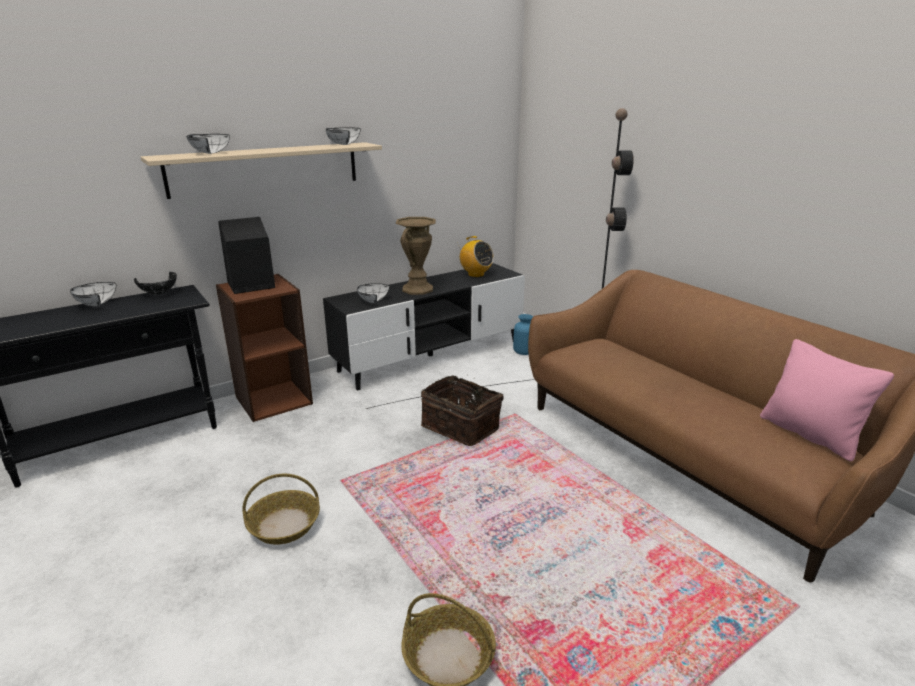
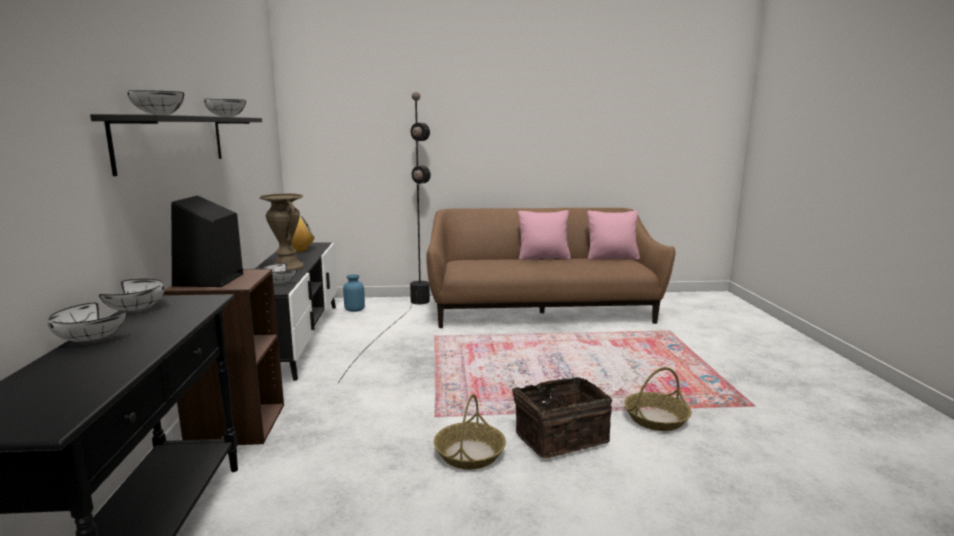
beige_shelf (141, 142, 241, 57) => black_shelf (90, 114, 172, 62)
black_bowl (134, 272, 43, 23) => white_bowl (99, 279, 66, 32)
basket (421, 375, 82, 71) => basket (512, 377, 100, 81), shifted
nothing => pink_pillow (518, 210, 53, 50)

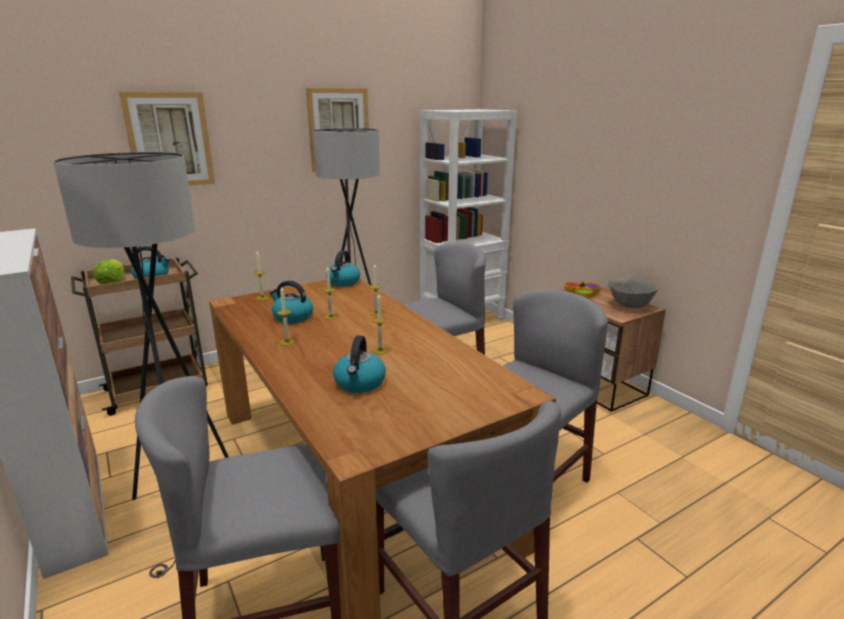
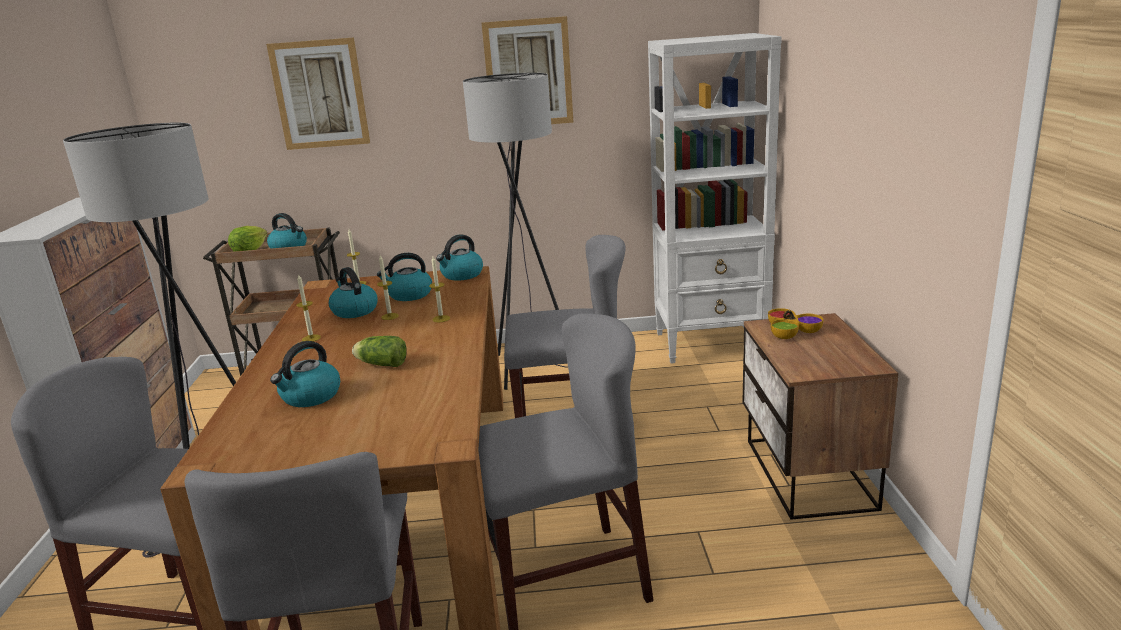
candle (372, 294, 17, 60) => lettuce (352, 336, 55, 31)
nothing => kettle (377, 253, 55, 48)
grey_bowl (608, 278, 51, 30) => nothing

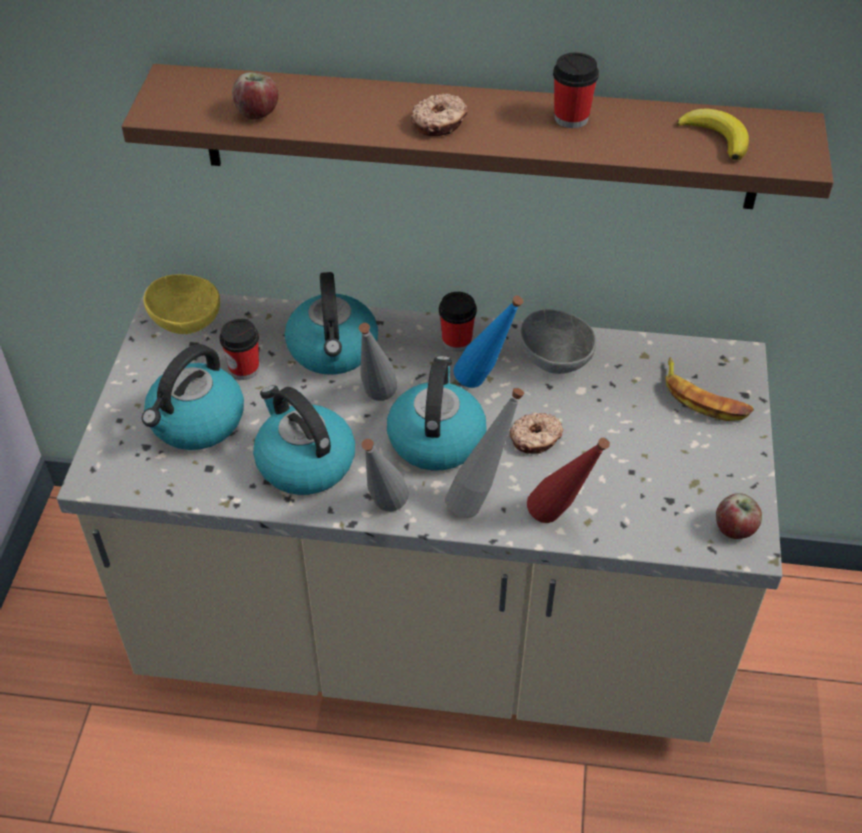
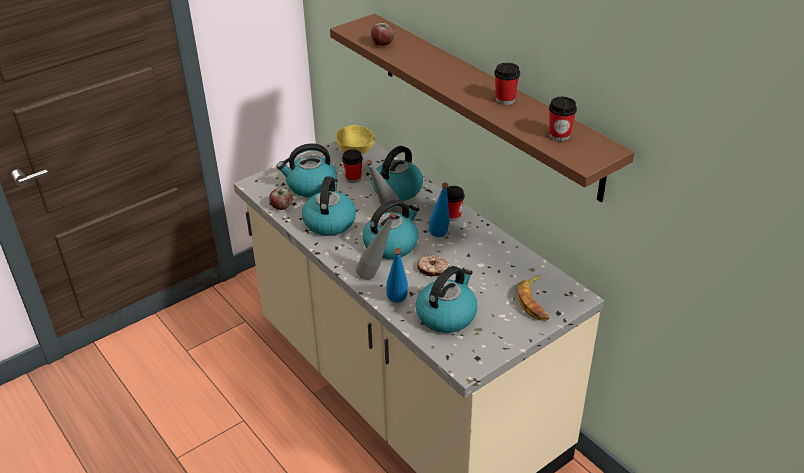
apple (716, 493, 46, 46) => apple (269, 188, 23, 22), shifted
red_bottle (527, 438, 83, 85) => blue_bottle (386, 248, 22, 55)
nothing => kettle (416, 266, 62, 67)
banana (676, 109, 73, 51) => cup (549, 97, 28, 44)
grey_bottle (362, 439, 47, 73) => nothing
donut (410, 94, 58, 42) => nothing
grey_bowl (519, 309, 77, 65) => nothing

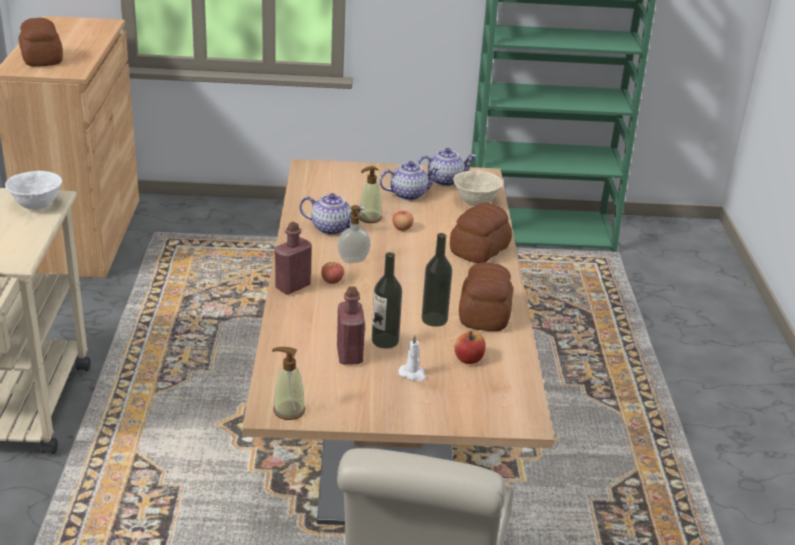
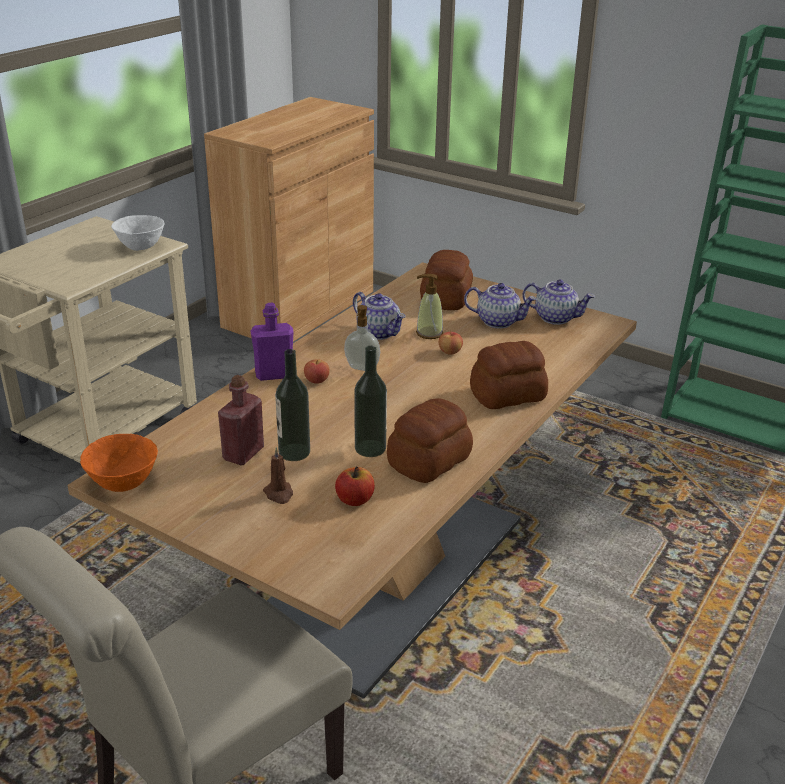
soap_dispenser (272, 347, 33, 73) => orange_bowl (80, 434, 78, 58)
red_bottle (274, 222, 38, 73) => purple_bottle (250, 303, 44, 78)
white_candle (399, 335, 27, 46) => brown_candle (263, 447, 30, 57)
bread (19, 18, 44, 49) => bread (420, 250, 53, 60), shifted
beige_bowl (453, 170, 50, 36) => nothing

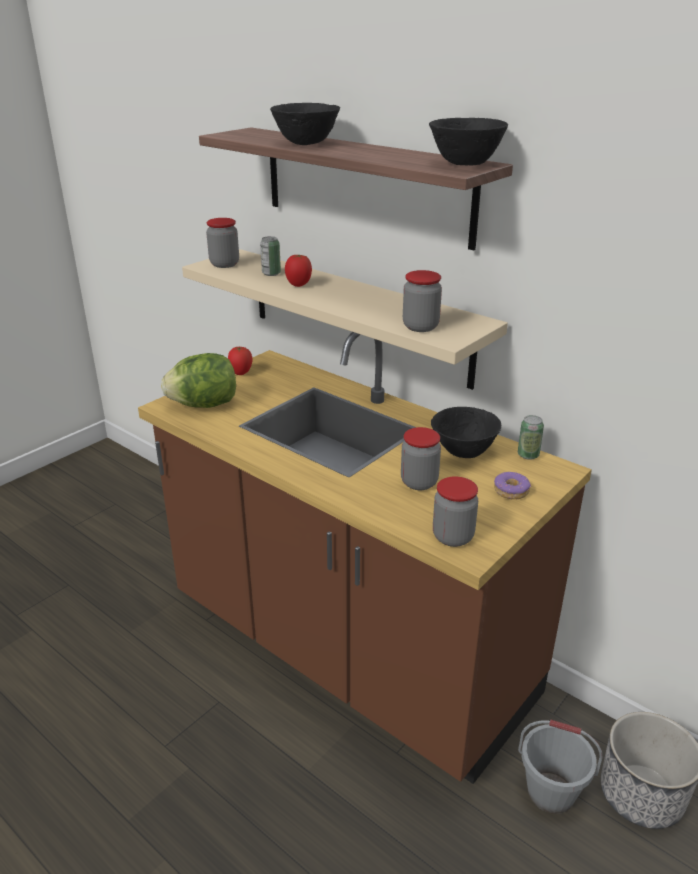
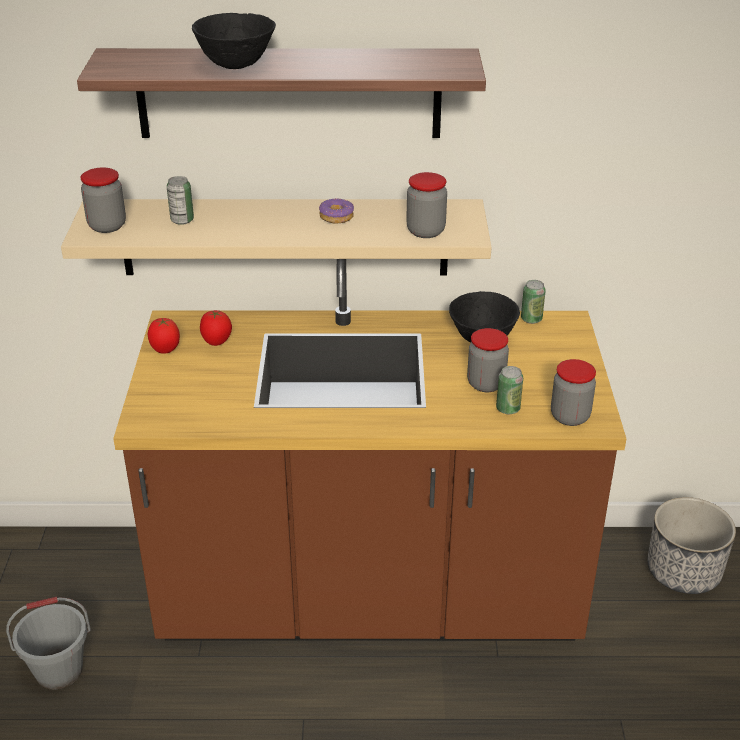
grey_bucket (518, 719, 85, 95) => grey_bucket (6, 597, 85, 93), shifted
tomato (285, 255, 27, 32) => tomato (200, 310, 32, 36), shifted
donut (494, 472, 37, 27) => donut (319, 198, 35, 26), shifted
nothing => can (496, 366, 27, 48)
lettuce (161, 353, 75, 55) => nothing
black_bowl (429, 118, 79, 47) => nothing

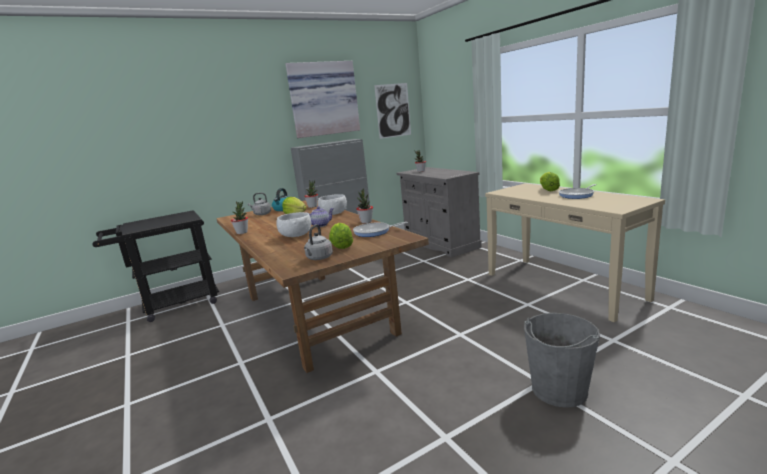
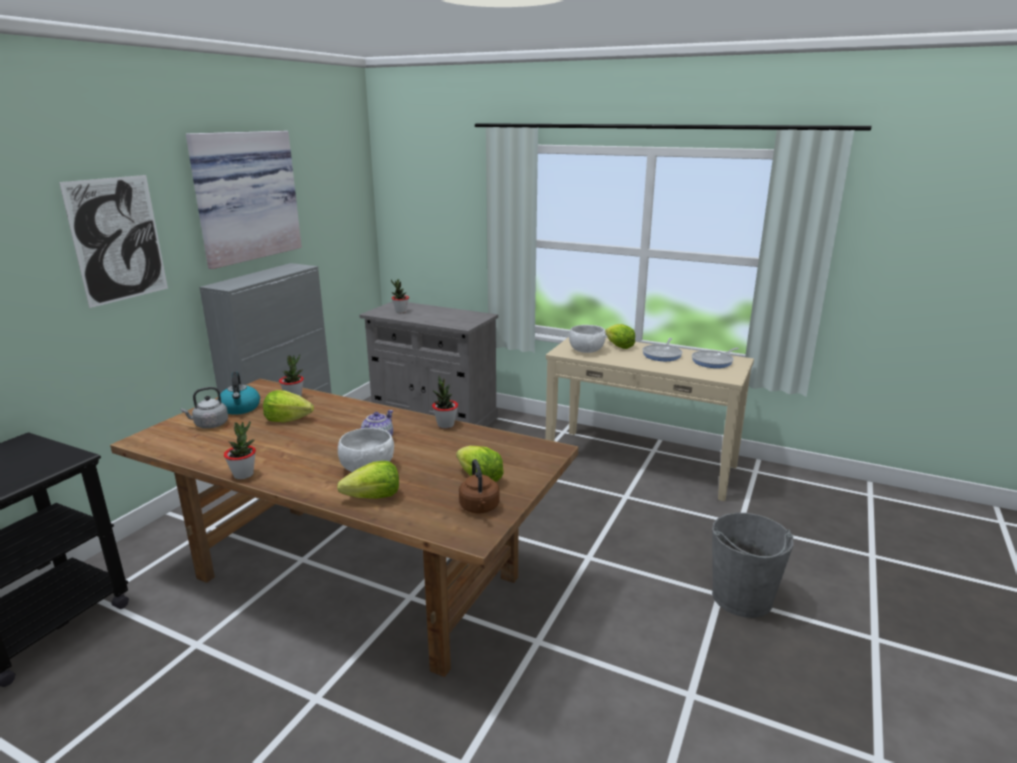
picture (374, 83, 37, 56) => picture (59, 175, 109, 133), shifted
nothing => lettuce (337, 461, 62, 38)
grey_kettle (304, 224, 29, 36) => brown_kettle (459, 459, 41, 55)
white_bowl (318, 194, 29, 21) => white_bowl (569, 325, 37, 28), shifted
frying_pan (353, 222, 55, 15) => frying_pan (692, 347, 47, 21), shifted

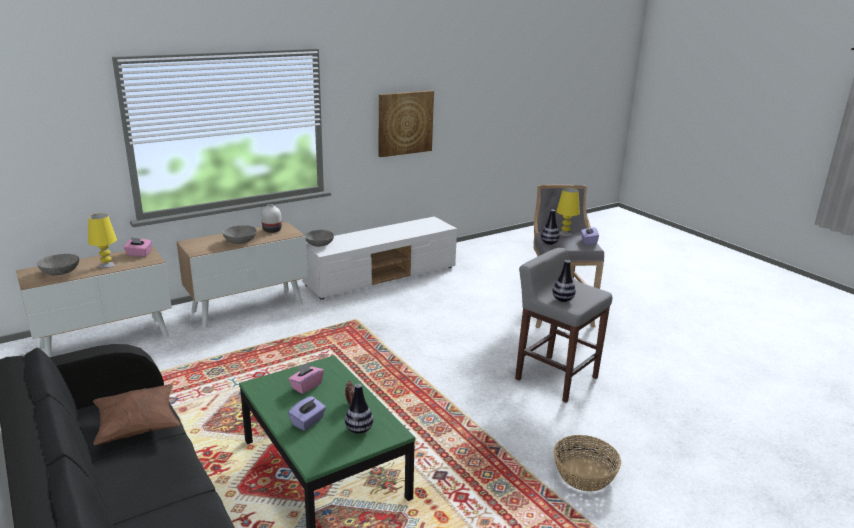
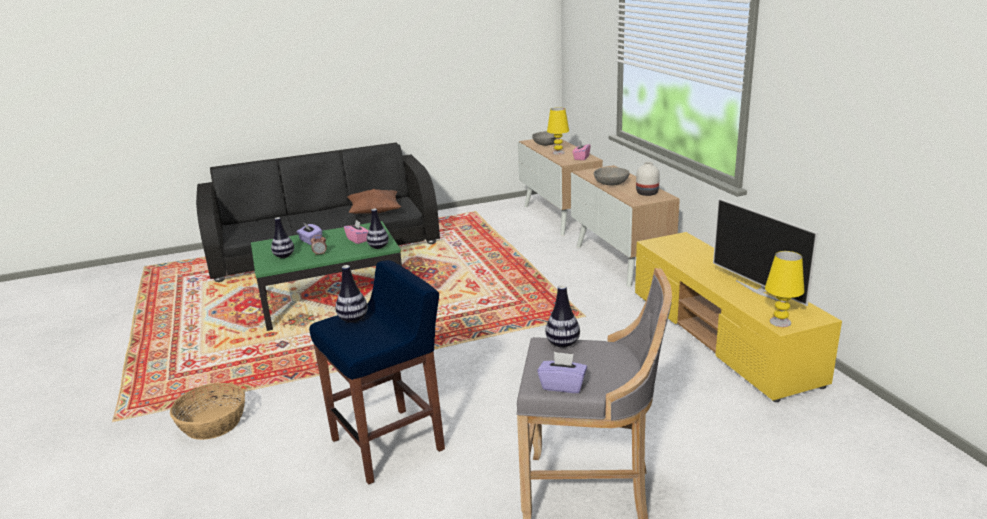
grey_stool (515, 248, 97, 155) => blue_stool (309, 260, 136, 224)
nothing => vase (367, 209, 22, 40)
white_tv_stand (303, 216, 154, 83) => yellow_tv_stand (635, 232, 207, 170)
nothing => television (713, 198, 105, 108)
yellow_table_lamp (556, 188, 24, 48) => yellow_table_lamp (765, 251, 39, 76), shifted
grey_bowl (305, 230, 29, 17) => nothing
picture (378, 91, 56, 66) => nothing

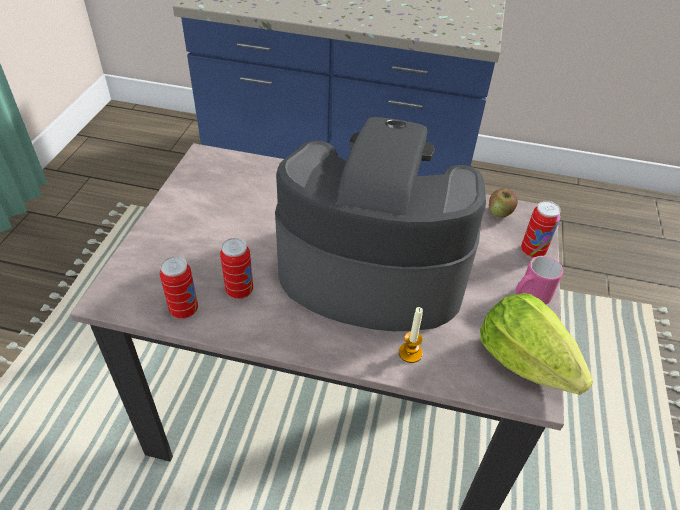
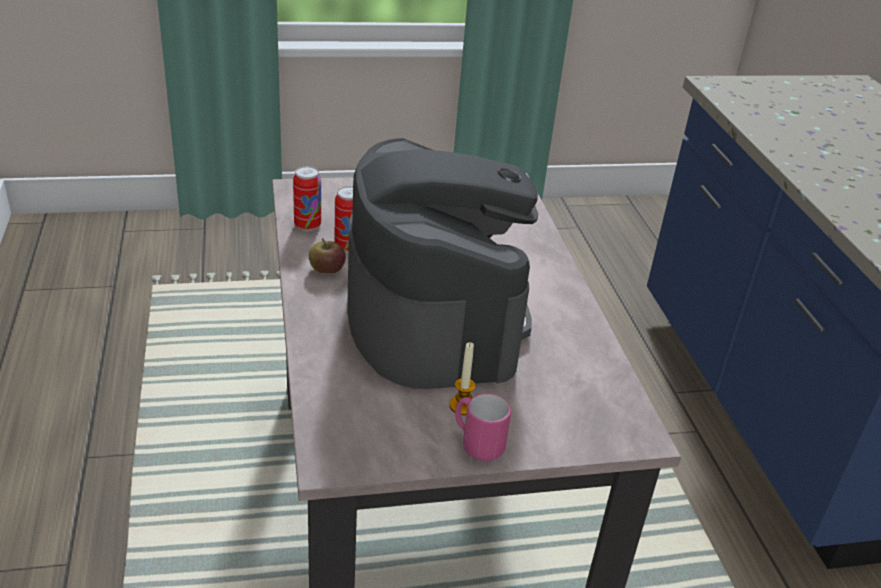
apple (489, 188, 29, 30) => apple (309, 238, 37, 36), shifted
candle (399, 307, 24, 56) => candle (449, 342, 26, 73), shifted
lettuce (480, 293, 113, 102) => nothing
can (521, 201, 40, 57) => nothing

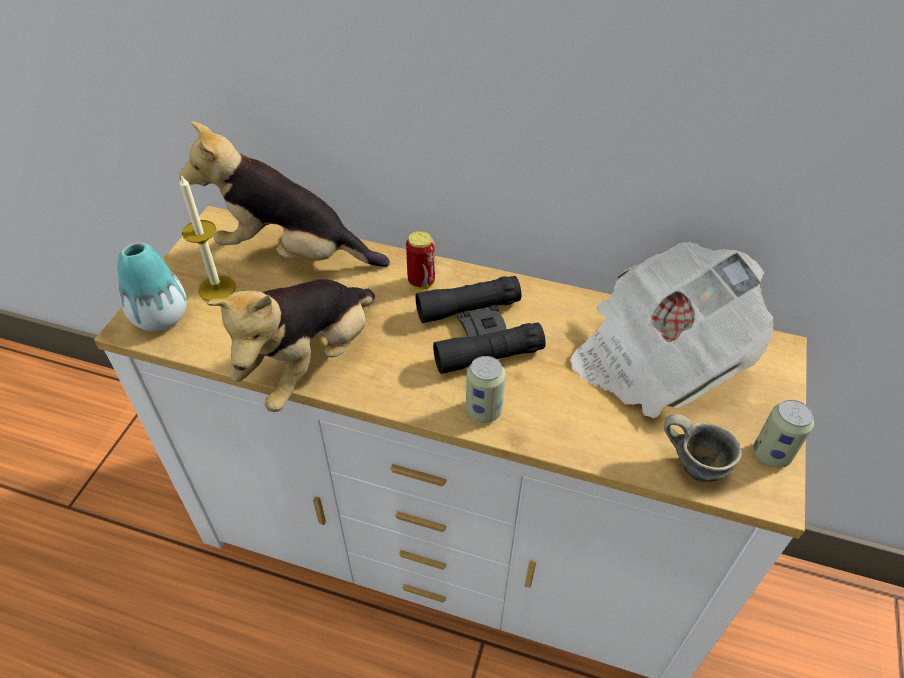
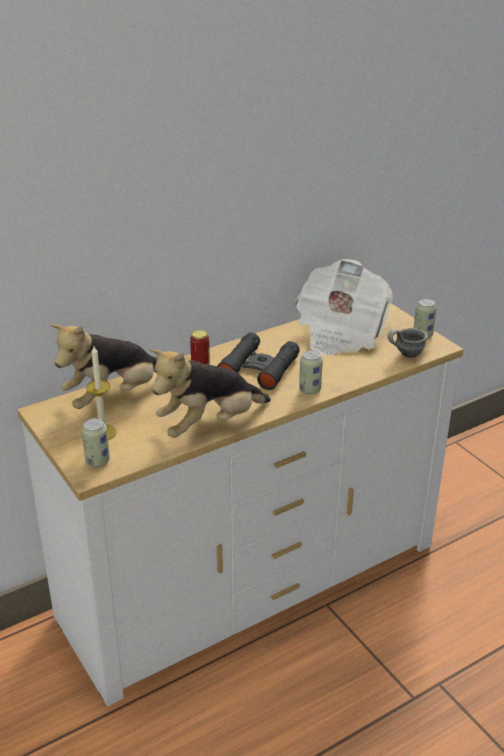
vase (117, 242, 70, 89) => can (82, 418, 28, 49)
plush_toy (207, 279, 168, 133) => plush_toy (150, 349, 121, 89), 75 degrees clockwise

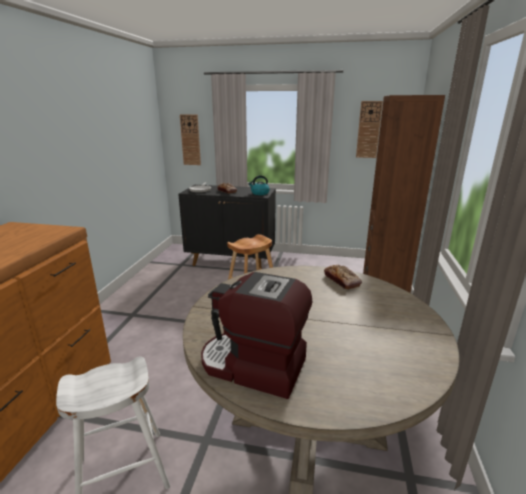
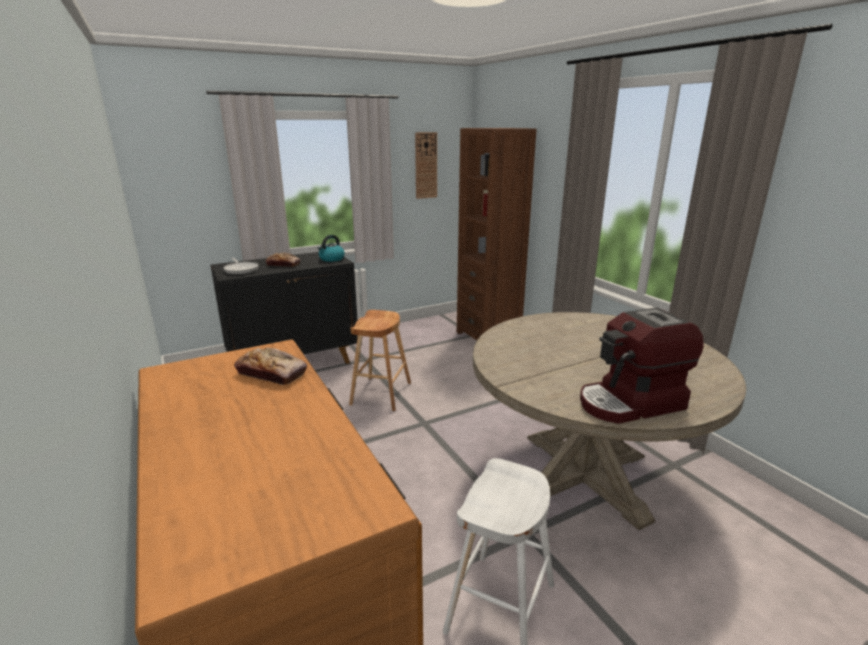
bread (324, 265, 38, 25) => bread (234, 347, 73, 38), shifted
wall_clock (180, 115, 21, 50) => nothing

